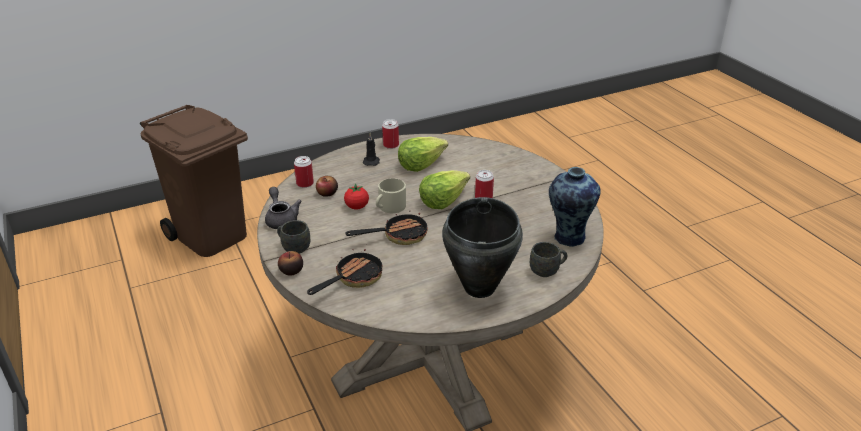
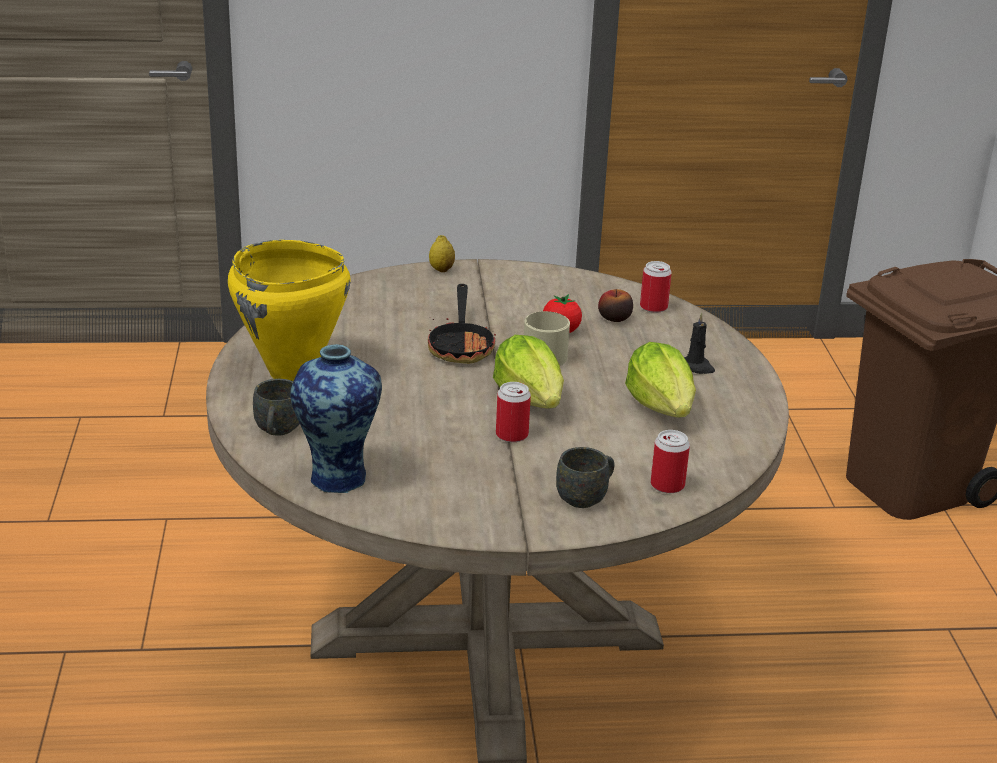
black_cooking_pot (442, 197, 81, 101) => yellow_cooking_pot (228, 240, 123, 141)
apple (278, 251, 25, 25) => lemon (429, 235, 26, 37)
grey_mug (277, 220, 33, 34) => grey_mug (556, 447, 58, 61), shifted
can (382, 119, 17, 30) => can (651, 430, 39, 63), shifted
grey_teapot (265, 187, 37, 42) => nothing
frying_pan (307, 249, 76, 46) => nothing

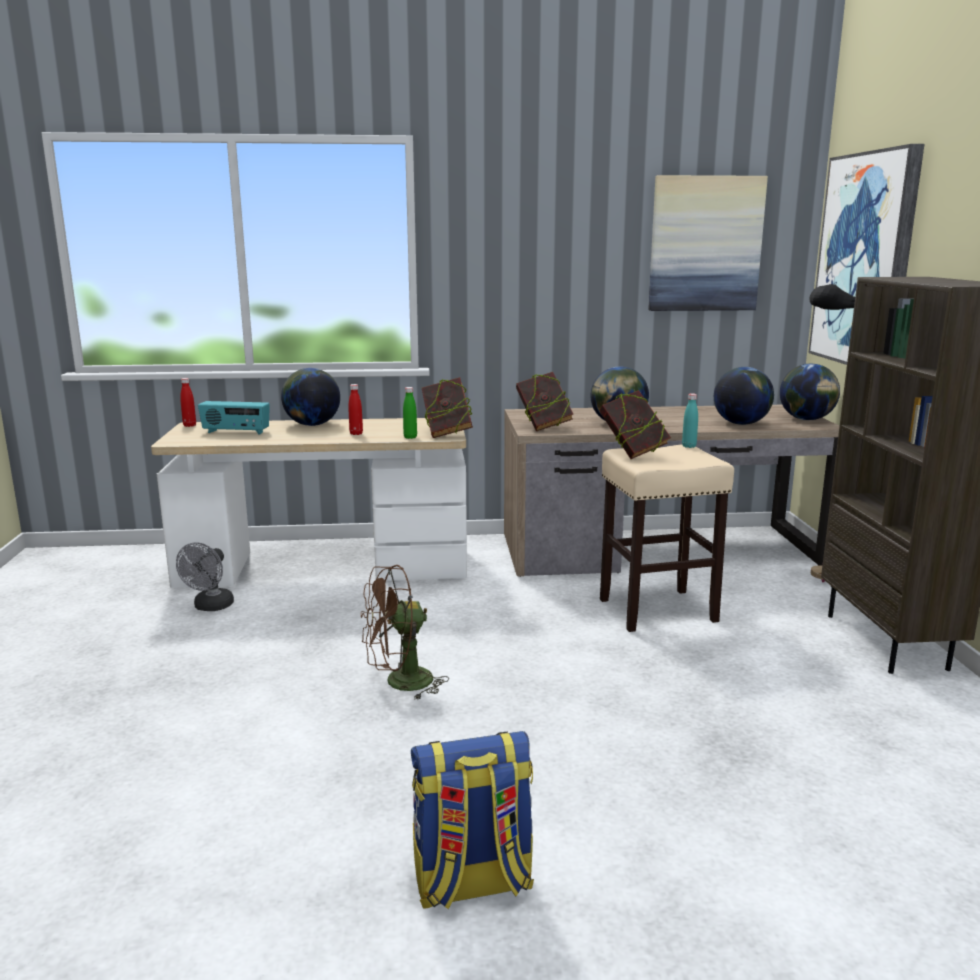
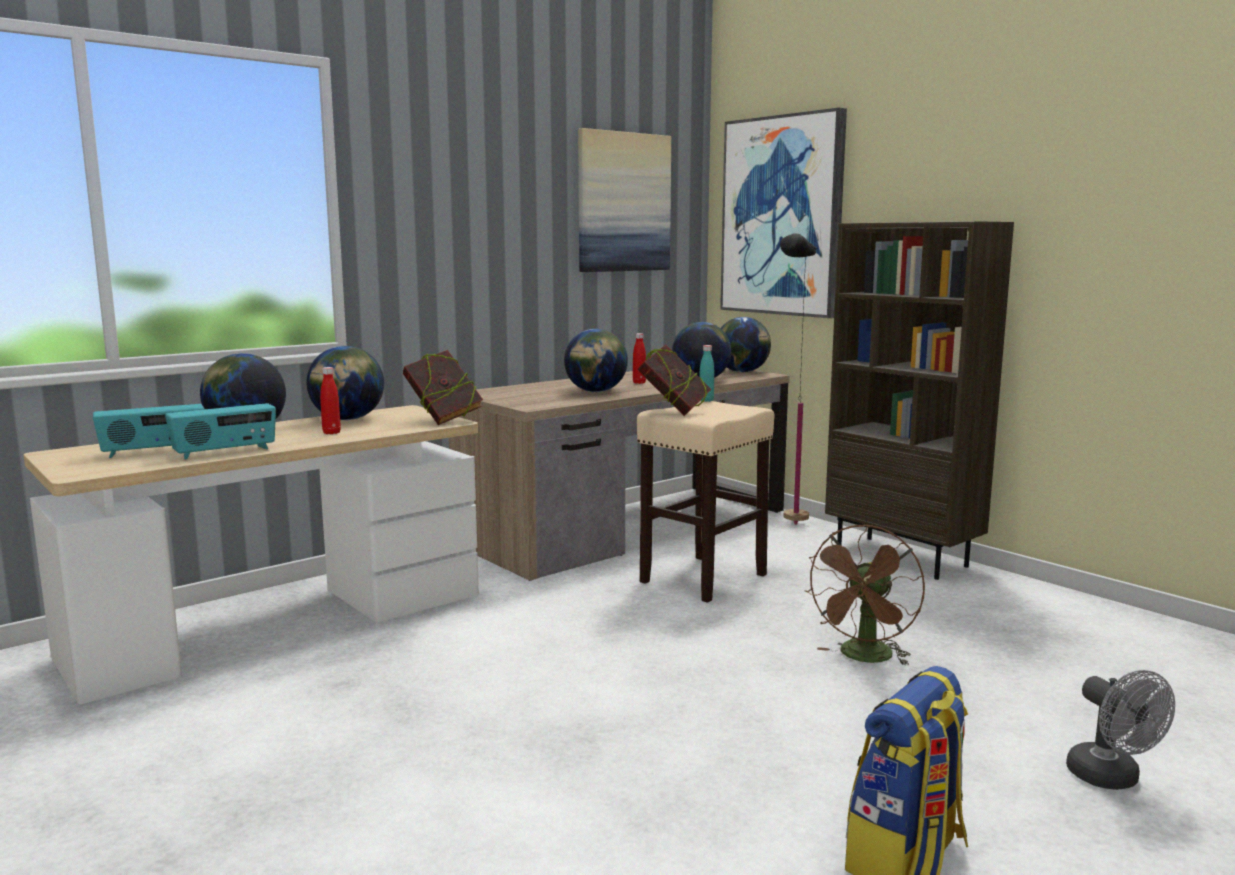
nothing => radio (165, 403, 111, 56)
nothing => globe (306, 346, 78, 74)
red_bottle (180, 378, 16, 49) => red_bottle (633, 333, 13, 51), shifted
brown_fan (361, 565, 88, 136) => brown_fan (805, 525, 120, 141), shifted
grey_fan (176, 542, 58, 69) => grey_fan (1066, 670, 109, 120), shifted
green_bottle (403, 387, 14, 52) => nothing
book (516, 372, 57, 59) => nothing

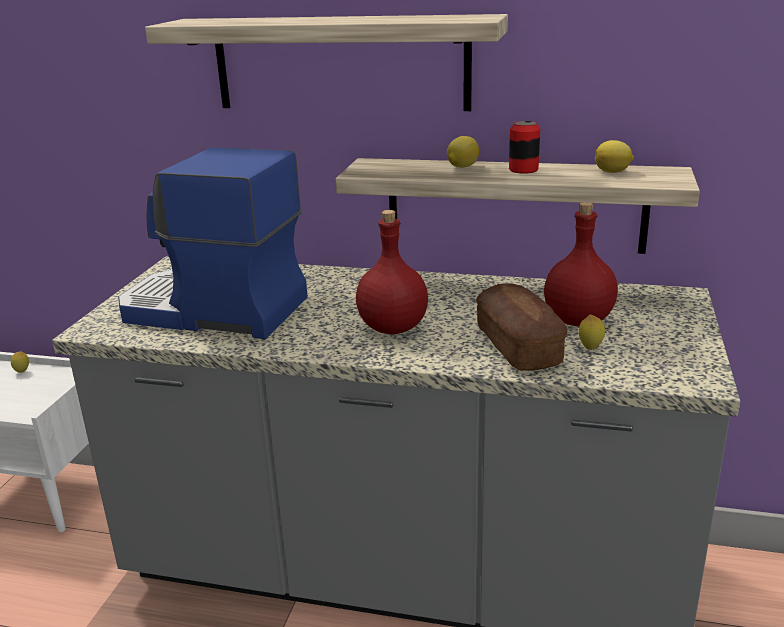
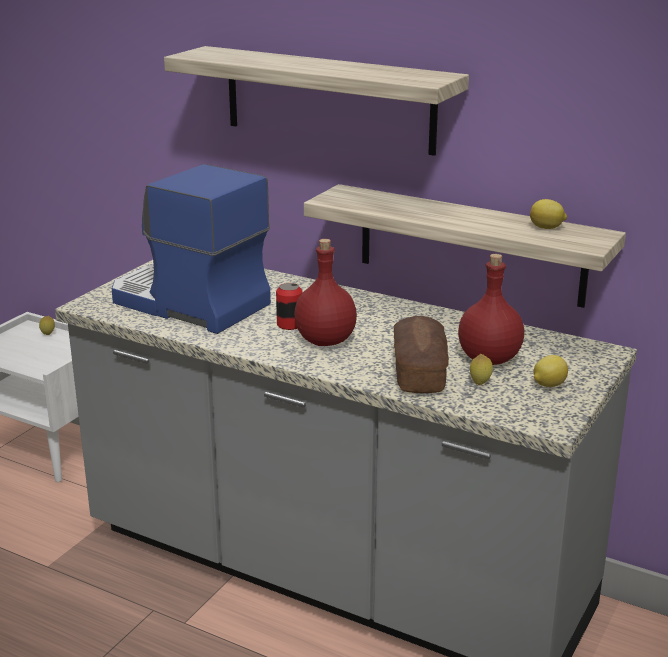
can (509, 121, 31, 53) => can (276, 283, 27, 47), shifted
lemon (447, 136, 32, 32) => lemon (533, 355, 35, 32), shifted

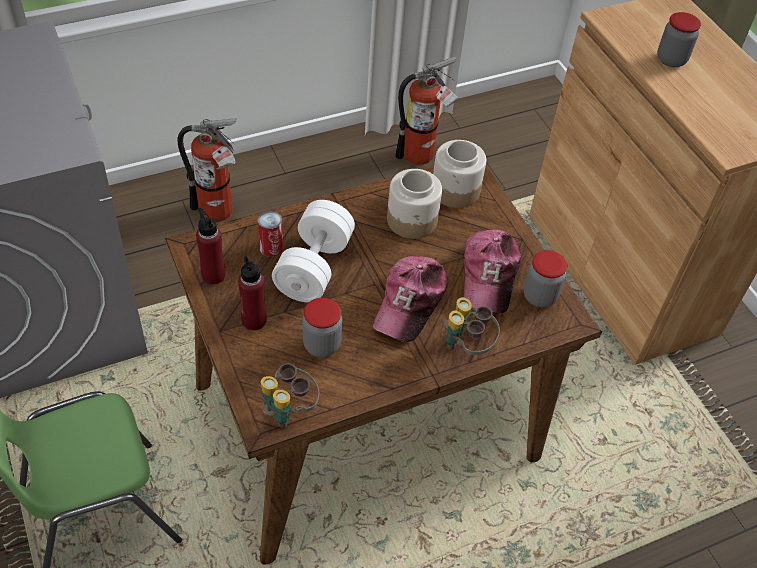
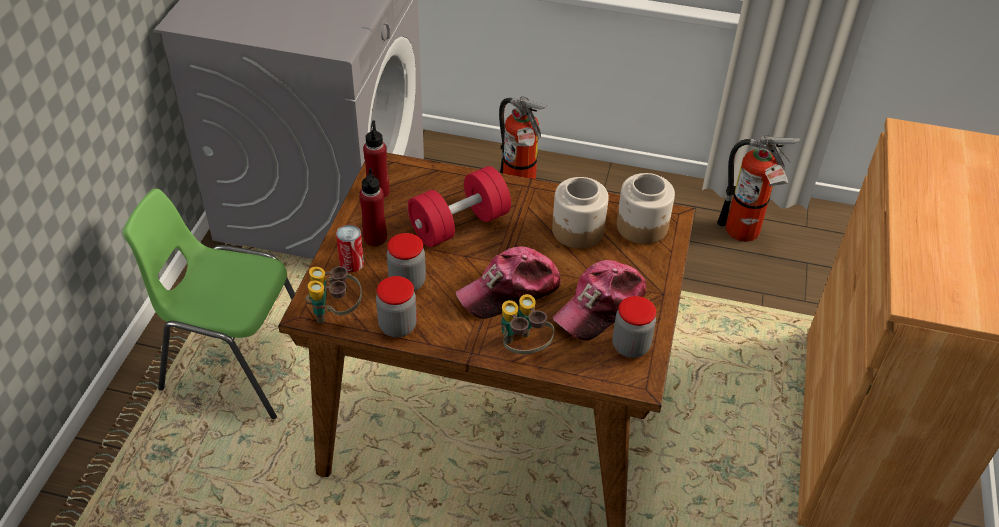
can (258, 211, 25, 46) => can (336, 225, 28, 48), shifted
jar (657, 12, 44, 55) => jar (376, 276, 41, 62), shifted
white_dumbbell (272, 200, 83, 102) => red_dumbbell (408, 166, 103, 81)

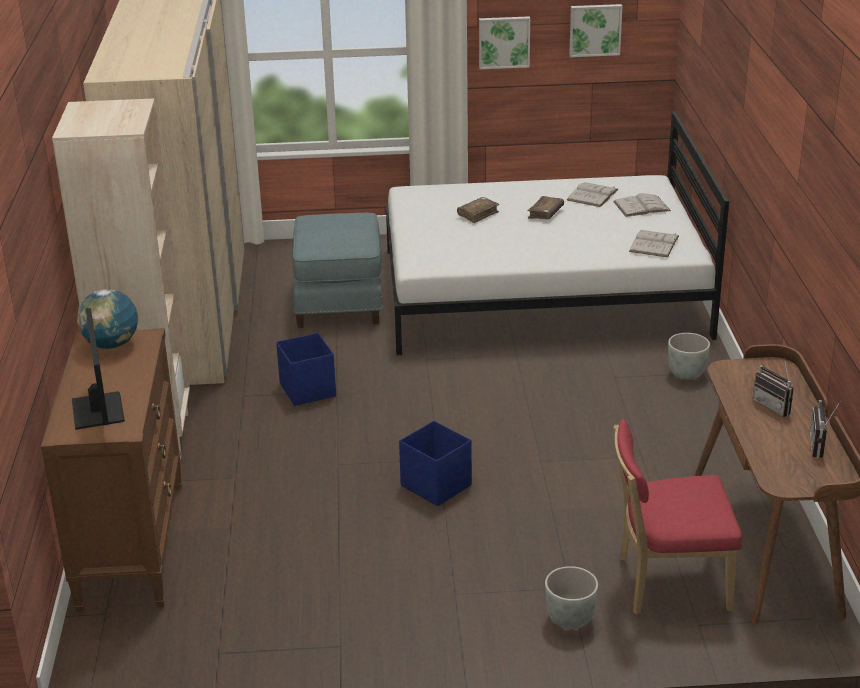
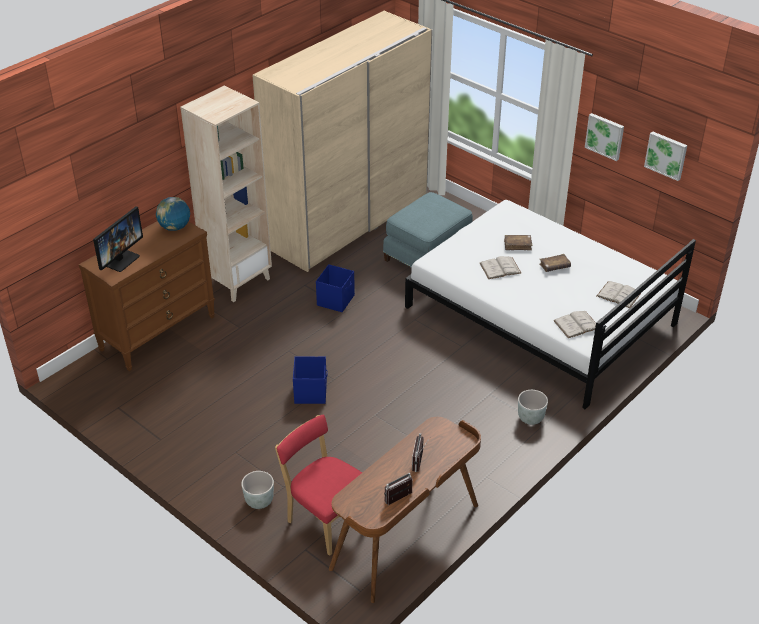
white_book (567, 182, 52, 25) => white_book (480, 256, 42, 23), shifted

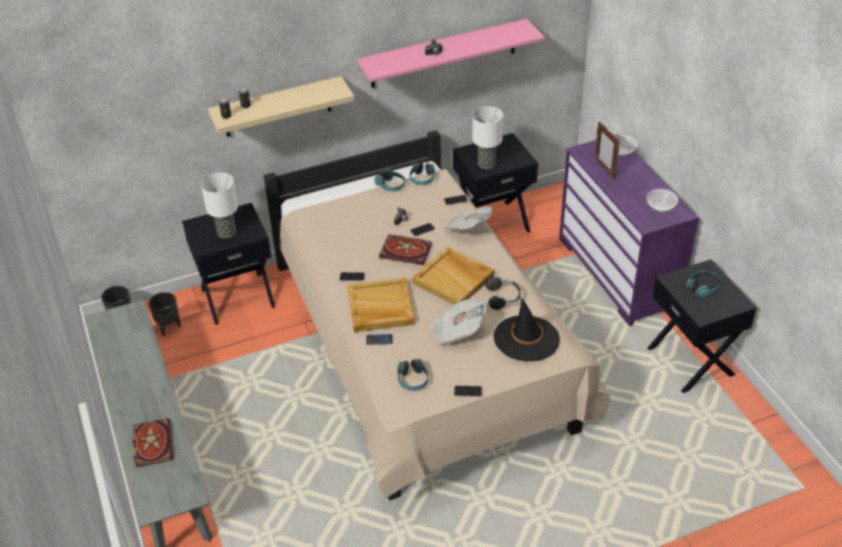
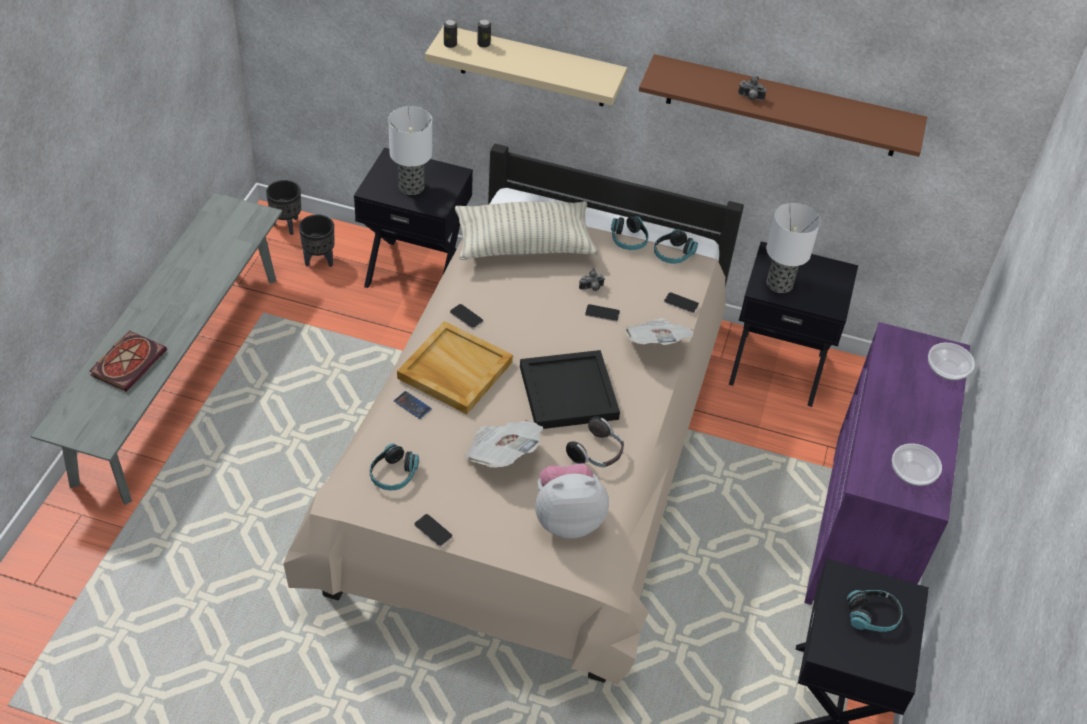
nothing => pillow (455, 201, 144, 59)
beige_tray (412, 247, 82, 58) => black_tray (520, 350, 100, 79)
black_hat (493, 297, 67, 64) => plush_toy (535, 464, 74, 75)
pink_shelf (357, 19, 188, 69) => brown_shelf (639, 54, 288, 103)
book (379, 234, 53, 31) => nothing
picture_frame (595, 122, 25, 58) => nothing

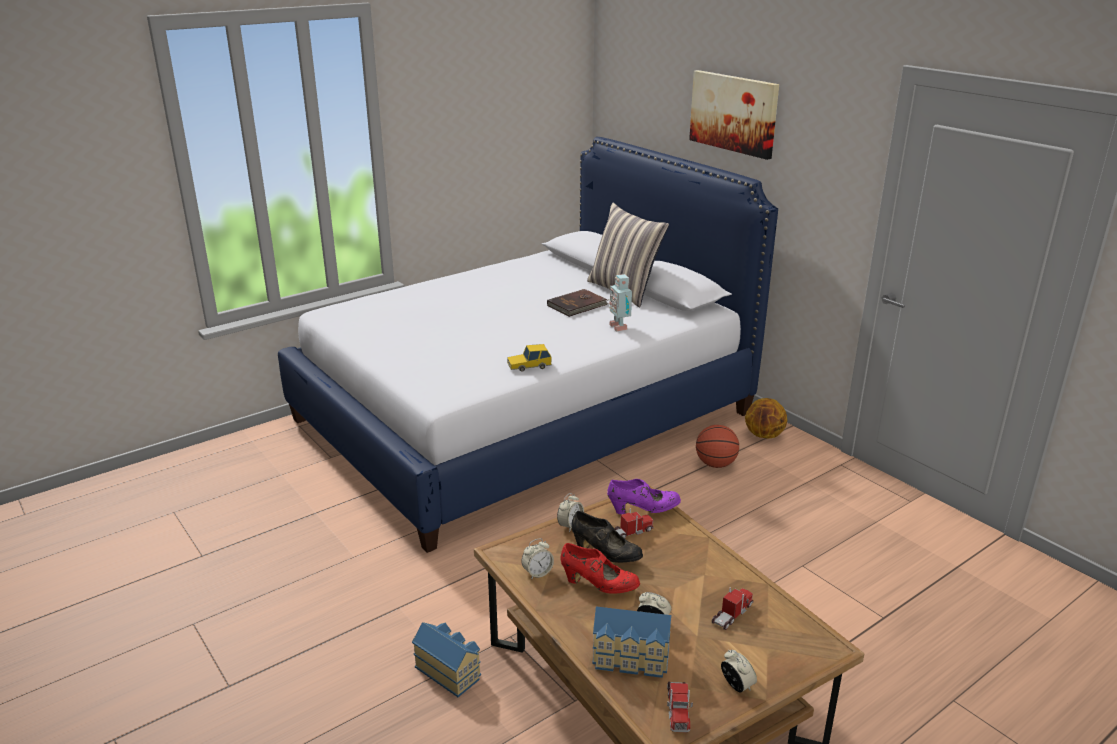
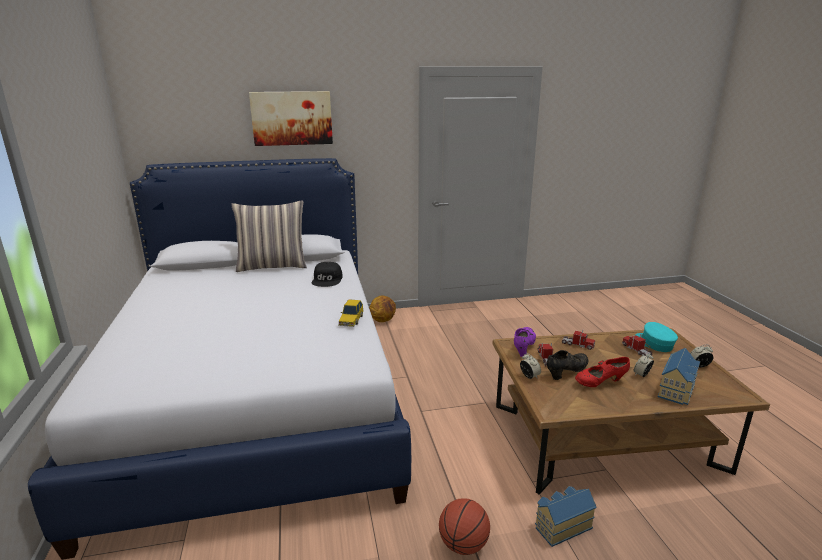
toy_robot (609, 274, 23, 58) => black_cap (312, 262, 30, 25)
basketball (696, 425, 43, 43) => basketball (439, 498, 51, 57), shifted
toy_truck (667, 682, 26, 50) => toy_truck (562, 330, 33, 20), shifted
red_shoe (561, 543, 79, 51) => red_shoe (575, 357, 55, 30), 150 degrees counterclockwise
nothing => turquoise_cap (636, 322, 42, 30)
alarm_clock (521, 538, 33, 41) => nothing
brown_book (547, 289, 62, 28) => nothing

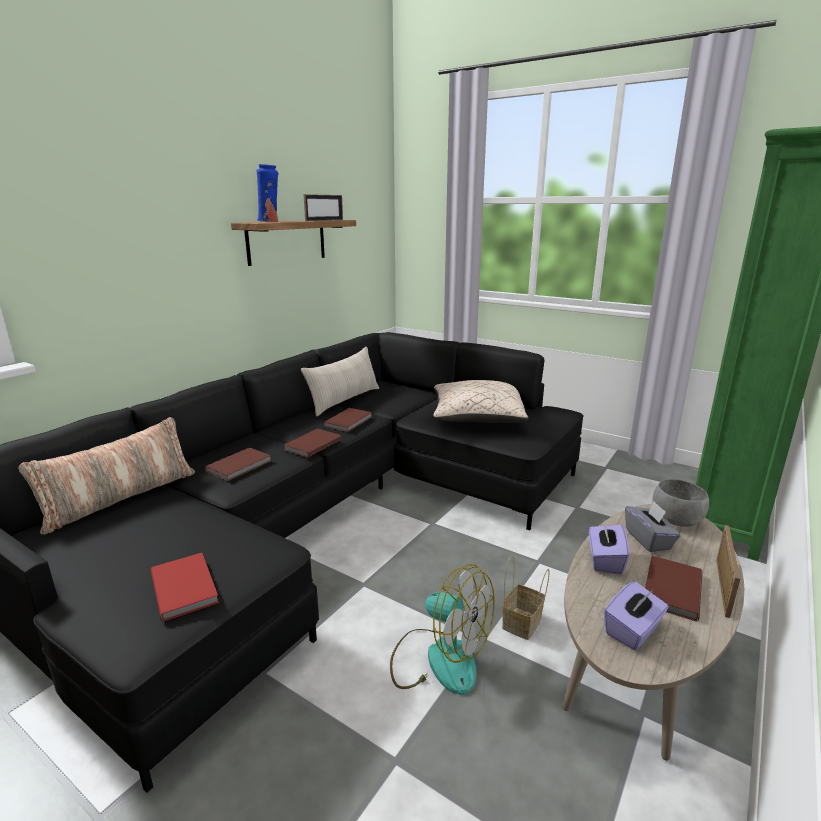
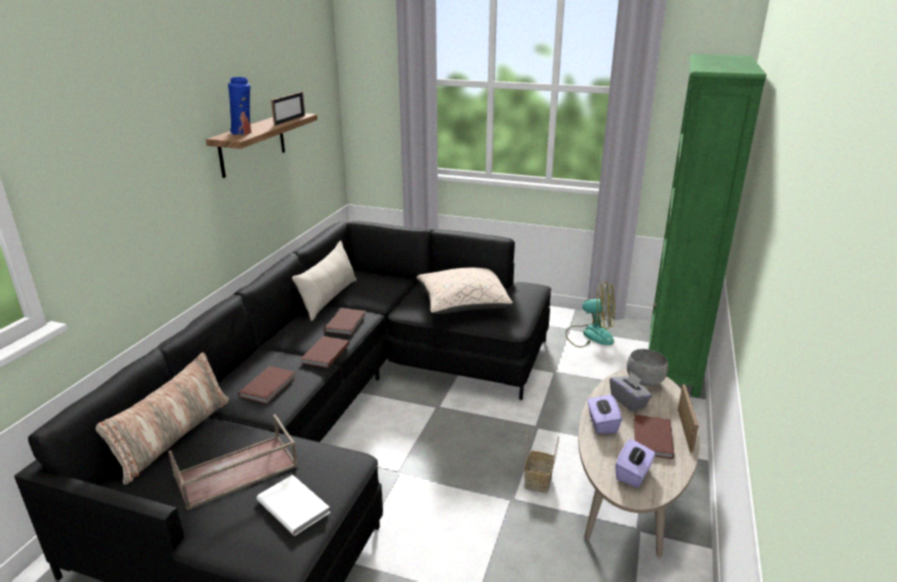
nothing => brown_tray (168, 414, 130, 96)
red_book (150, 553, 69, 68) => white_book (257, 475, 73, 61)
fan (390, 564, 104, 131) => fan (566, 281, 49, 66), shifted

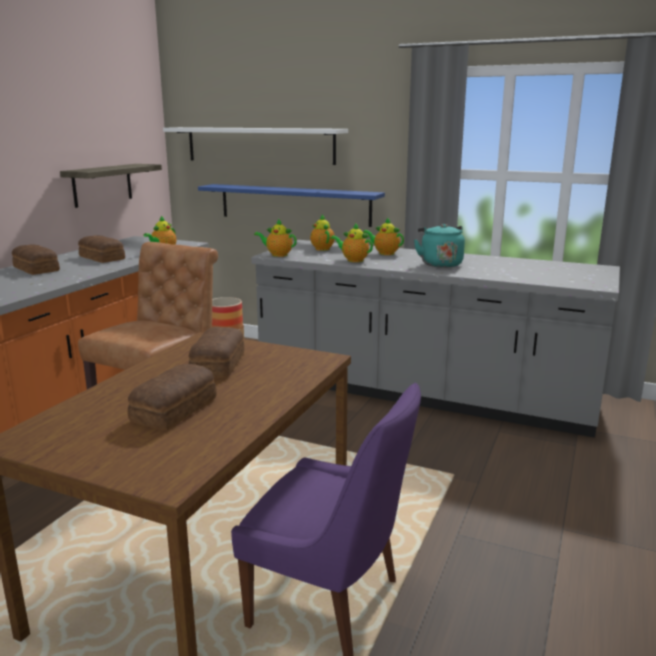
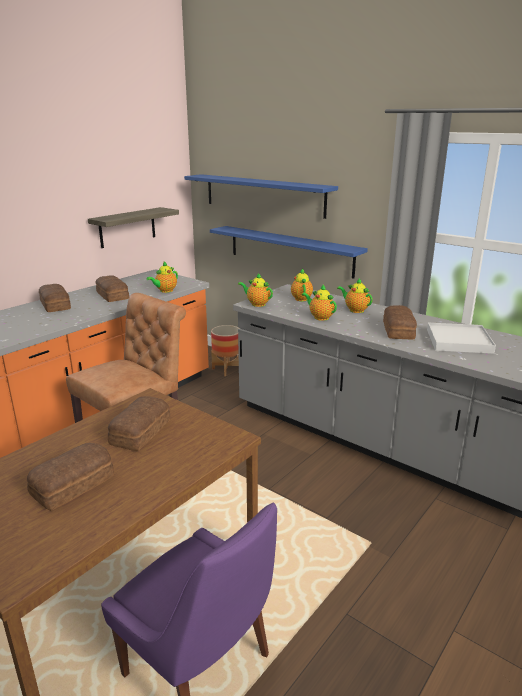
white_shelf (163, 127, 185, 38) => blue_shelf (184, 174, 154, 45)
turquoise_kettle (414, 224, 51, 44) => bread (383, 305, 34, 34)
nothing => white_tray (427, 323, 69, 31)

